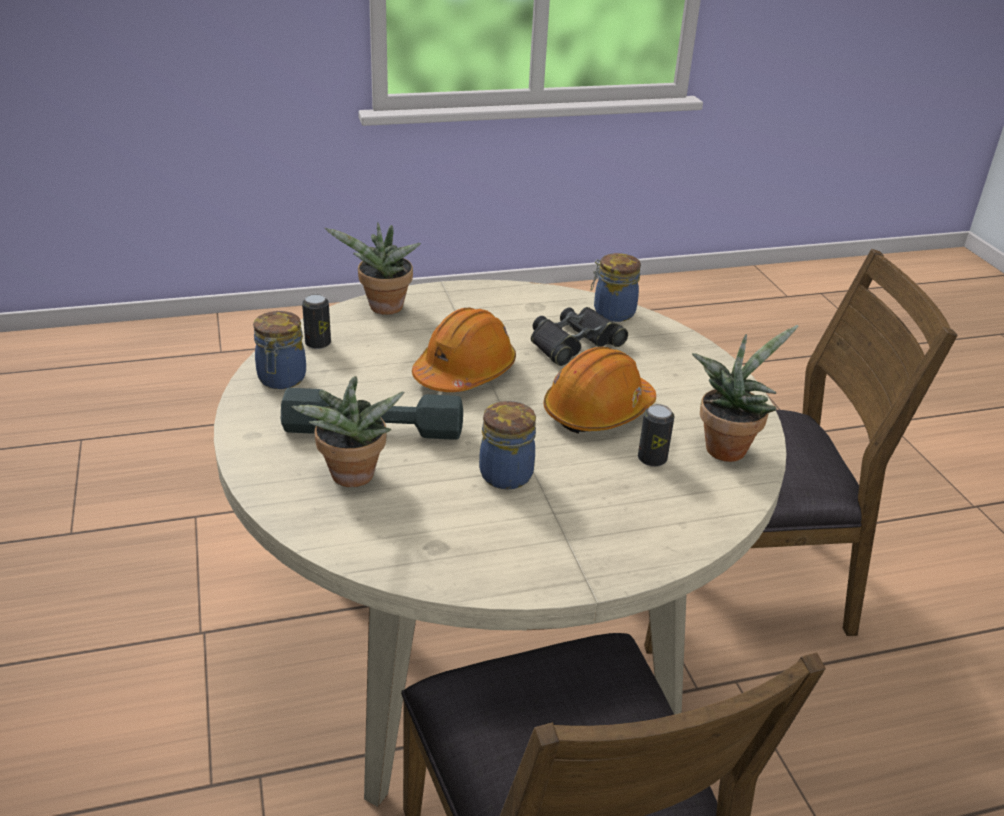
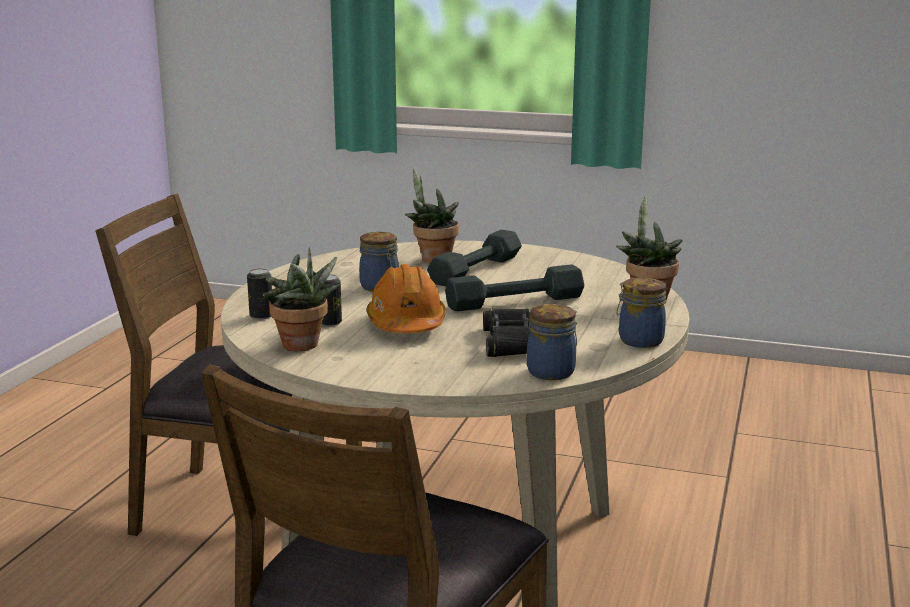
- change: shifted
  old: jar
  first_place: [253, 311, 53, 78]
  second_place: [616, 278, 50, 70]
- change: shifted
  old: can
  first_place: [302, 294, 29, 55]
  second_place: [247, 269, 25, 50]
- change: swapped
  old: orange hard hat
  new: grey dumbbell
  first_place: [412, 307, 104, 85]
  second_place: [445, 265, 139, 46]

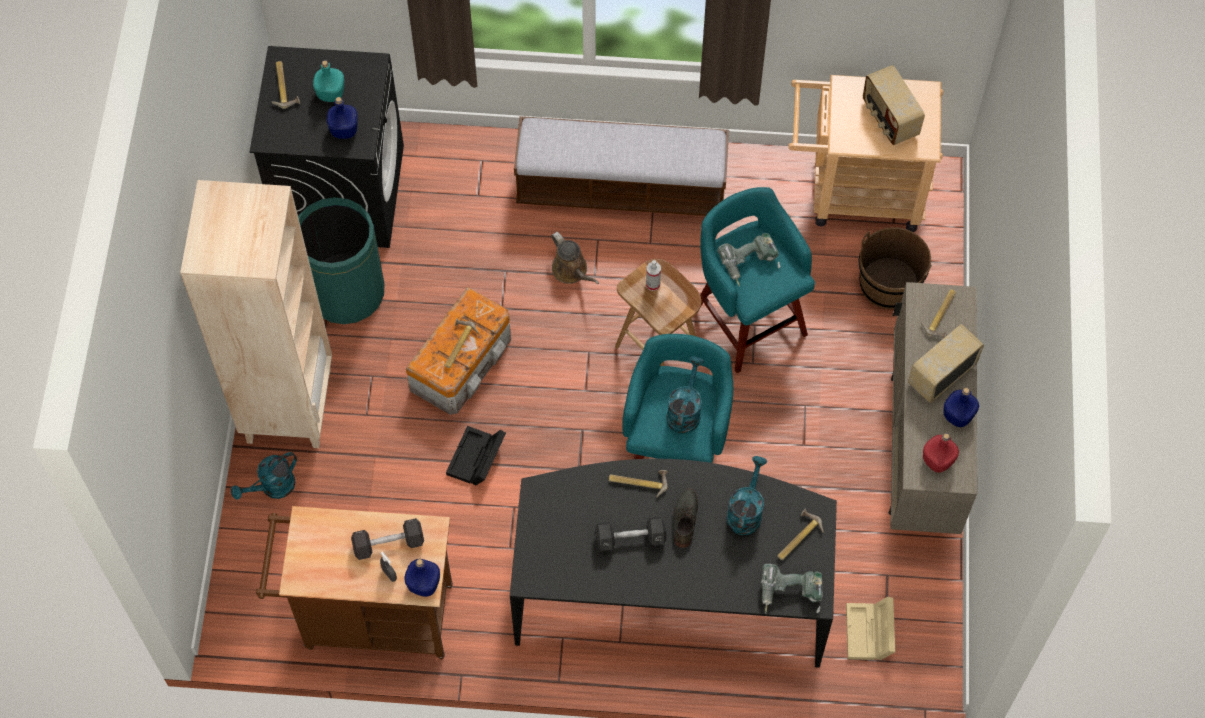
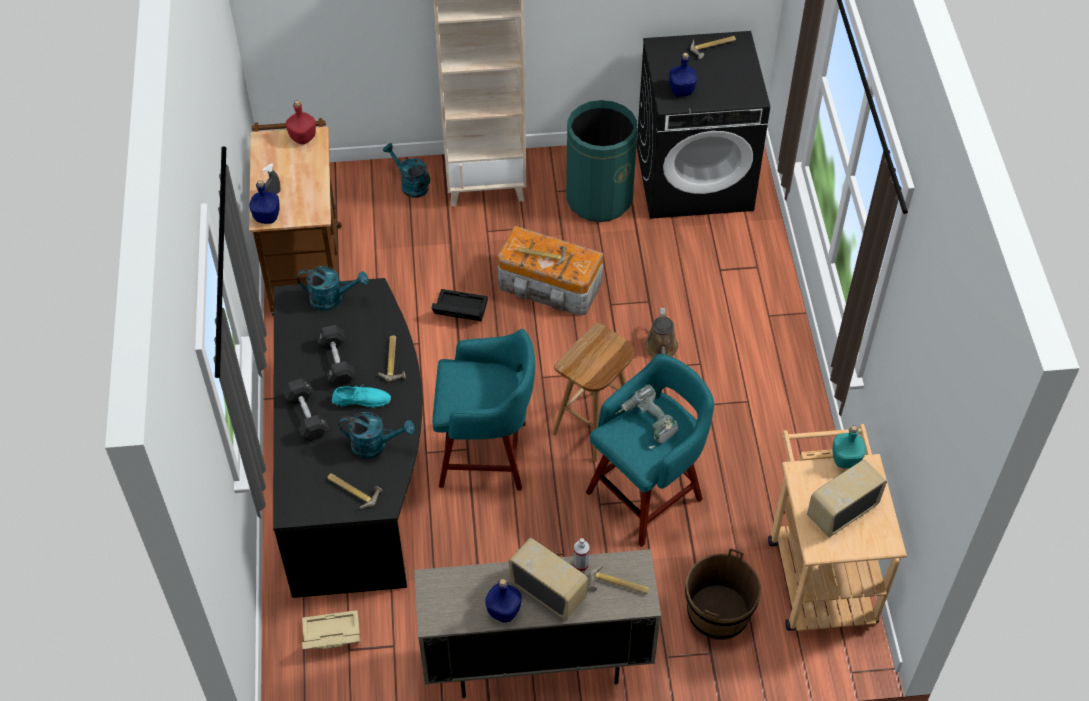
- change: shifted
  old: turquoise bottle
  first_place: [313, 60, 31, 42]
  second_place: [832, 425, 34, 43]
- change: shifted
  old: black dumbbell
  first_place: [351, 518, 73, 42]
  second_place: [283, 378, 46, 63]
- change: gone
  old: bench
  first_place: [514, 116, 215, 100]
- change: rotated
  old: brown watering can
  first_place: [551, 232, 48, 52]
  second_place: [645, 308, 33, 50]
  degrees: -45
- change: shifted
  old: spray bottle
  first_place: [646, 260, 15, 31]
  second_place: [573, 538, 17, 34]
- change: shifted
  old: turquoise watering can
  first_place: [667, 356, 37, 78]
  second_place: [297, 266, 72, 45]
- change: repainted
  old: grey shoe
  new: turquoise shoe
  first_place: [674, 488, 24, 60]
  second_place: [332, 384, 59, 24]
- change: gone
  old: power drill
  first_place: [761, 564, 61, 49]
- change: shifted
  old: red bottle
  first_place: [923, 433, 36, 40]
  second_place: [286, 100, 30, 45]

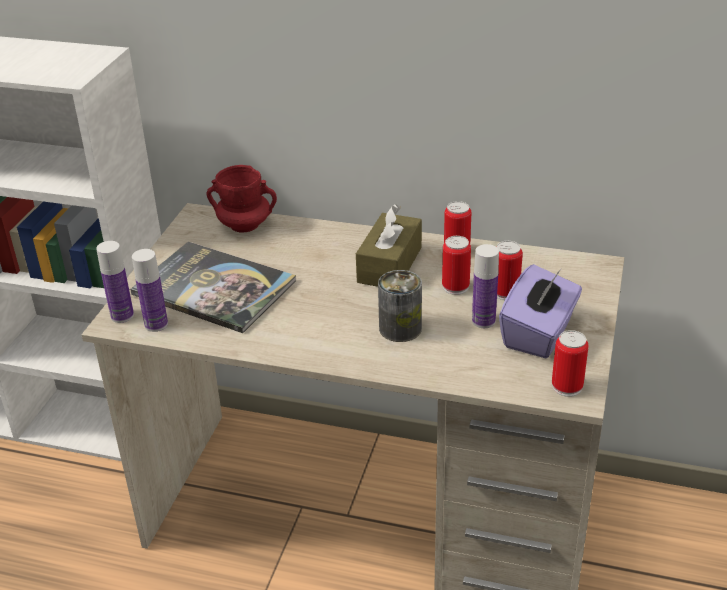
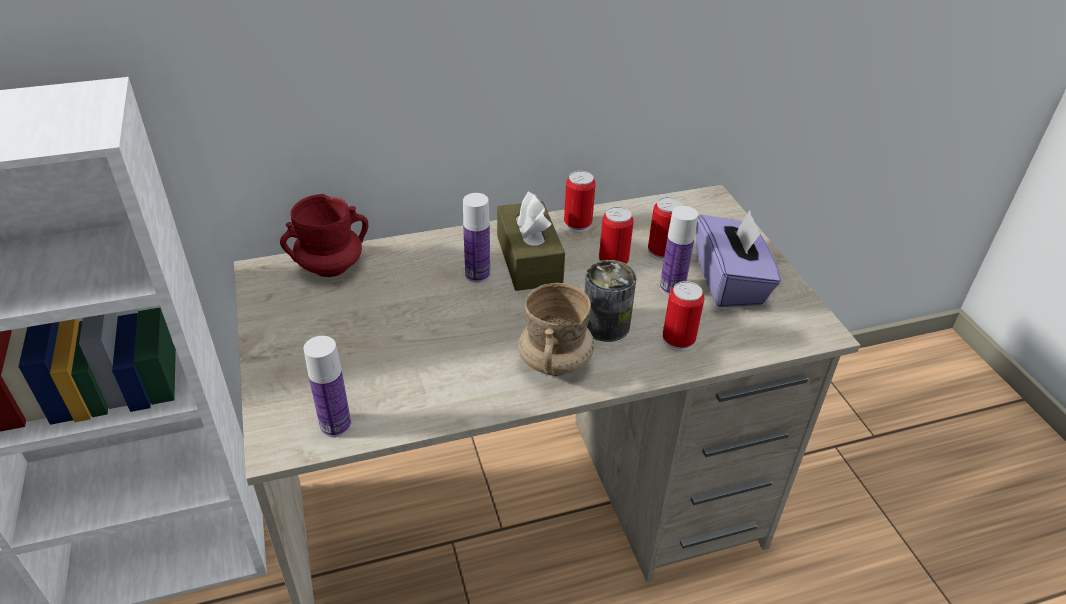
- change: shifted
  old: bottle
  first_place: [96, 241, 38, 82]
  second_place: [463, 193, 27, 90]
- change: gone
  old: book
  first_place: [130, 242, 166, 91]
- change: shifted
  old: can
  first_place: [552, 330, 37, 67]
  second_place: [663, 281, 41, 70]
- change: new
  new: beige mug
  second_place: [518, 283, 77, 93]

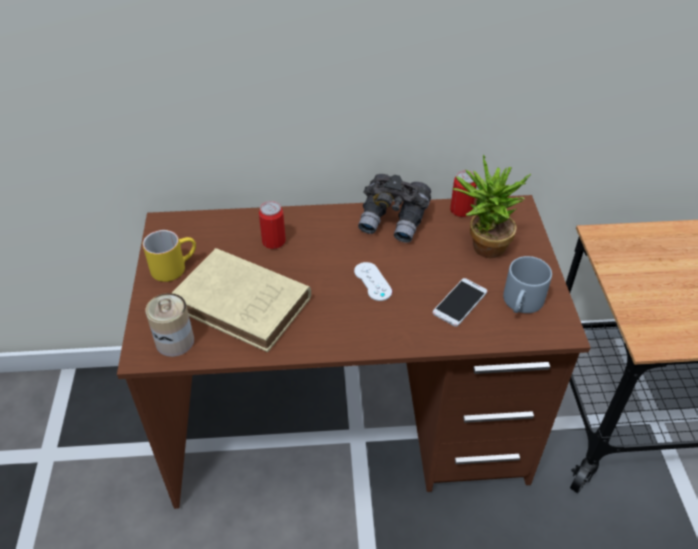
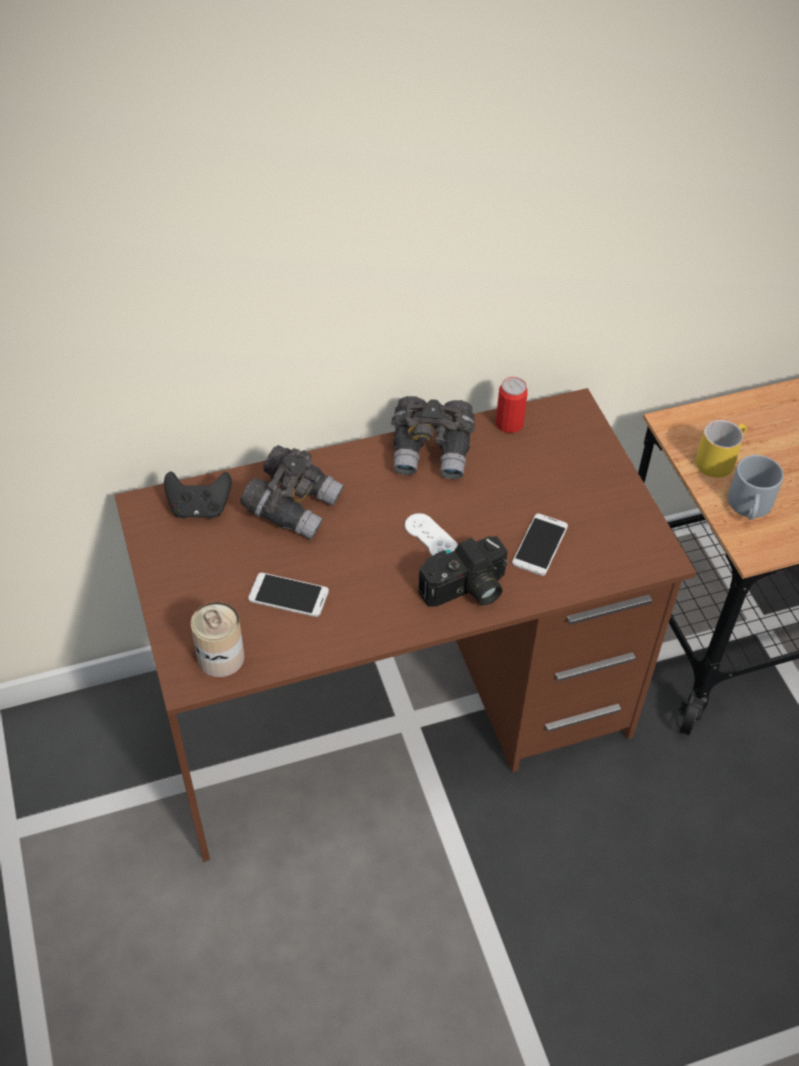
- change: shifted
  old: yellow mug
  first_place: [143, 230, 53, 52]
  second_place: [695, 420, 52, 58]
- change: swapped
  old: beige book
  new: phone
  first_place: [172, 248, 139, 104]
  second_place: [248, 573, 81, 44]
- change: swapped
  old: can
  new: grey binoculars
  first_place: [259, 201, 27, 48]
  second_place: [240, 445, 104, 95]
- change: gone
  old: potted plant
  first_place: [452, 155, 79, 103]
- change: shifted
  old: grey mug
  first_place: [503, 256, 49, 57]
  second_place: [728, 455, 56, 65]
- change: new
  new: black game controller
  second_place: [164, 471, 68, 48]
- change: new
  new: photo camera
  second_place: [418, 536, 90, 71]

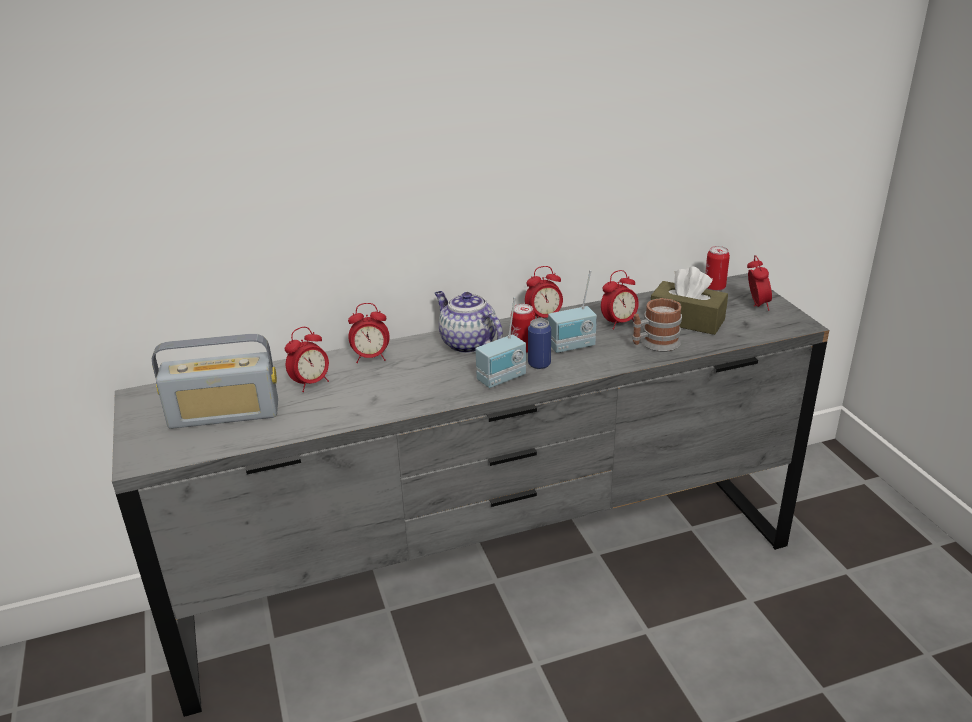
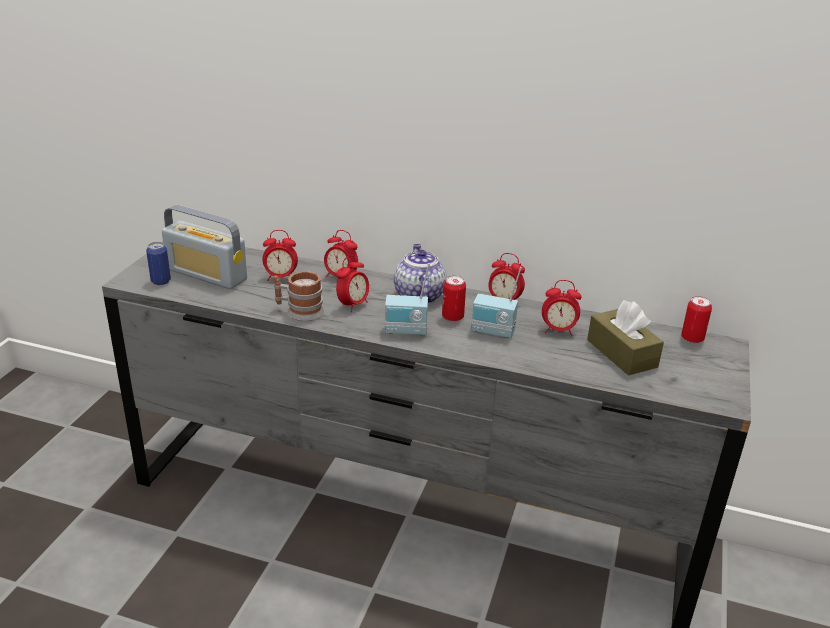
- change: shifted
  old: can
  first_place: [528, 318, 23, 51]
  second_place: [146, 242, 25, 43]
- change: shifted
  old: mug
  first_place: [632, 298, 50, 54]
  second_place: [273, 271, 51, 50]
- change: shifted
  old: alarm clock
  first_place: [747, 255, 25, 56]
  second_place: [336, 255, 33, 57]

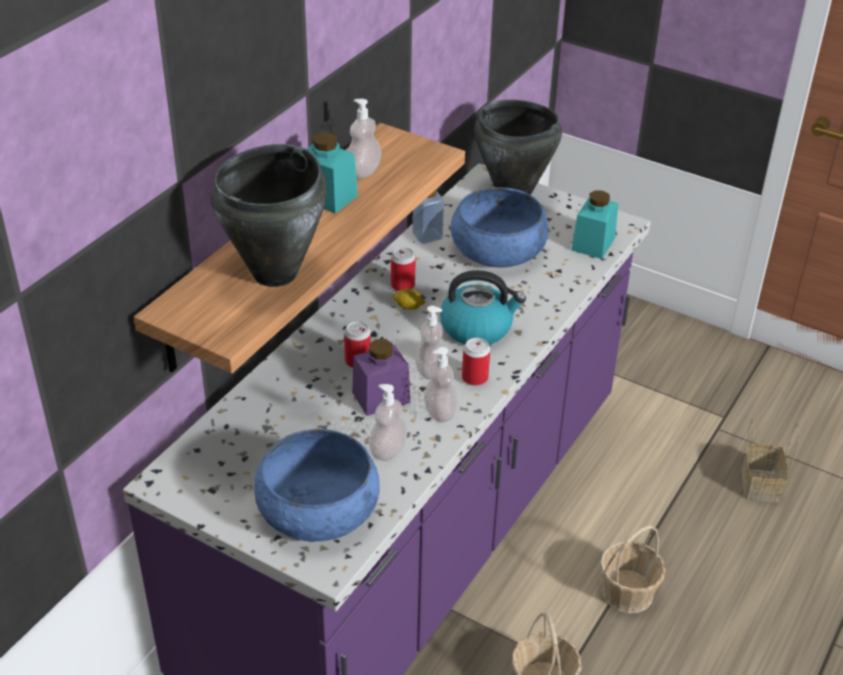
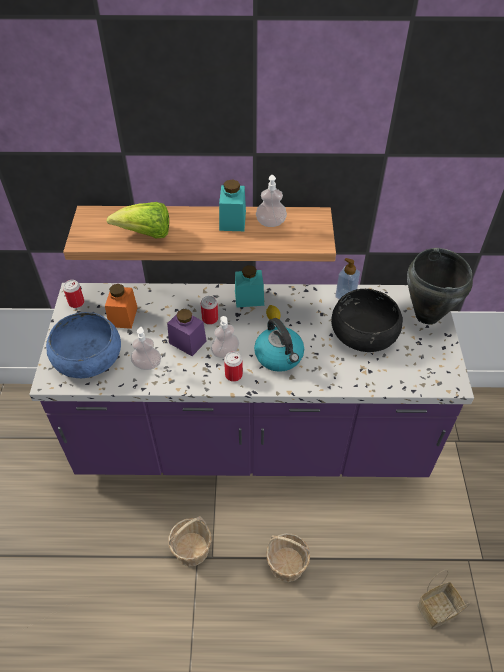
- change: swapped
  old: black cooking pot
  new: lettuce
  first_place: [211, 144, 116, 143]
  second_place: [106, 202, 63, 36]
- change: shifted
  old: can
  first_place: [391, 247, 25, 44]
  second_place: [63, 280, 21, 28]
- change: gone
  old: soap dispenser
  first_place: [424, 347, 34, 75]
- change: repainted
  old: blue bowl
  new: black bowl
  first_place: [451, 187, 97, 80]
  second_place: [331, 289, 72, 63]
- change: shifted
  old: turquoise jar
  first_place: [571, 190, 47, 69]
  second_place: [235, 265, 29, 43]
- change: new
  new: orange jar
  second_place: [105, 284, 33, 45]

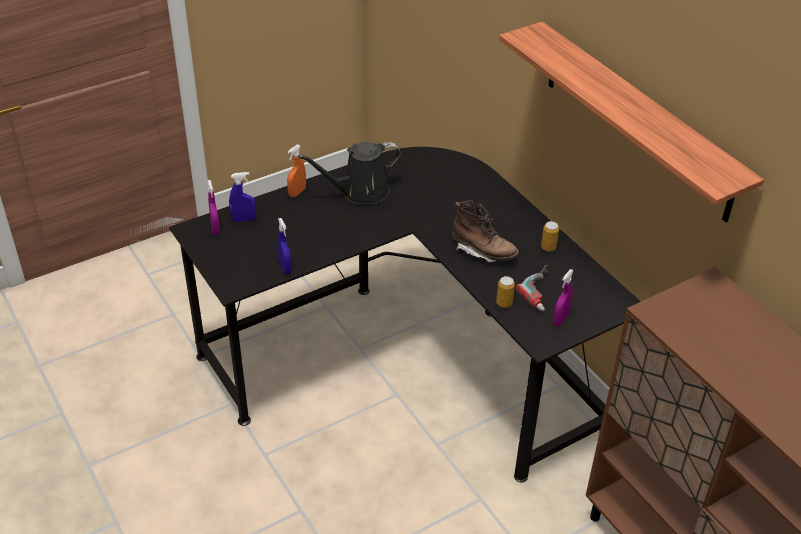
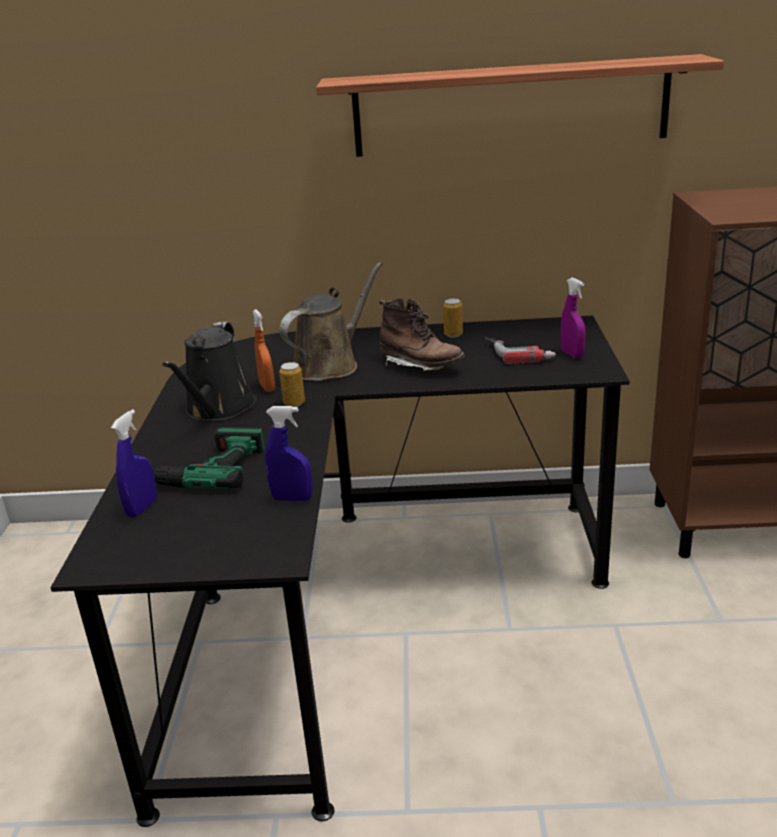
- change: gone
  old: purple spray bottle
  first_place: [208, 180, 12, 55]
- change: shifted
  old: orange spray bottle
  first_place: [287, 145, 19, 53]
  second_place: [253, 309, 22, 83]
- change: rotated
  old: brown boot
  first_place: [452, 200, 67, 62]
  second_place: [379, 298, 86, 73]
  degrees: 60
- change: shifted
  old: can
  first_place: [496, 276, 19, 32]
  second_place: [279, 362, 26, 45]
- change: new
  new: power drill
  second_place: [153, 427, 112, 62]
- change: new
  new: brown watering can
  second_place: [280, 262, 103, 119]

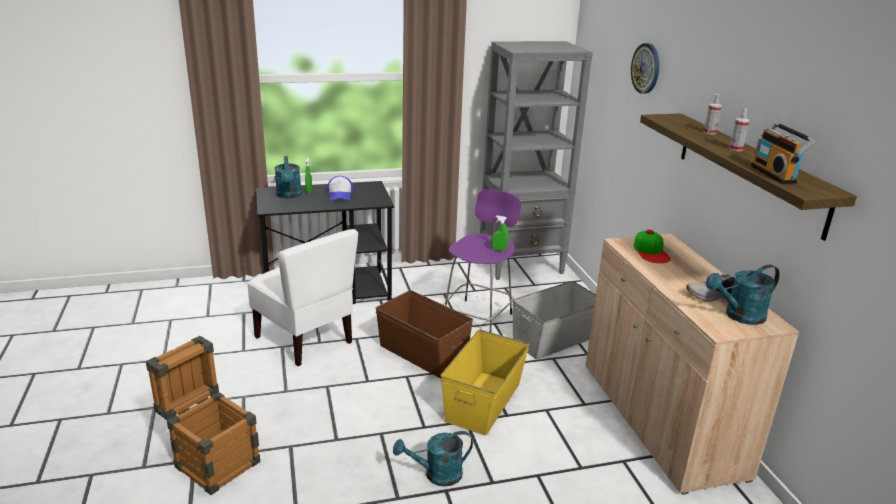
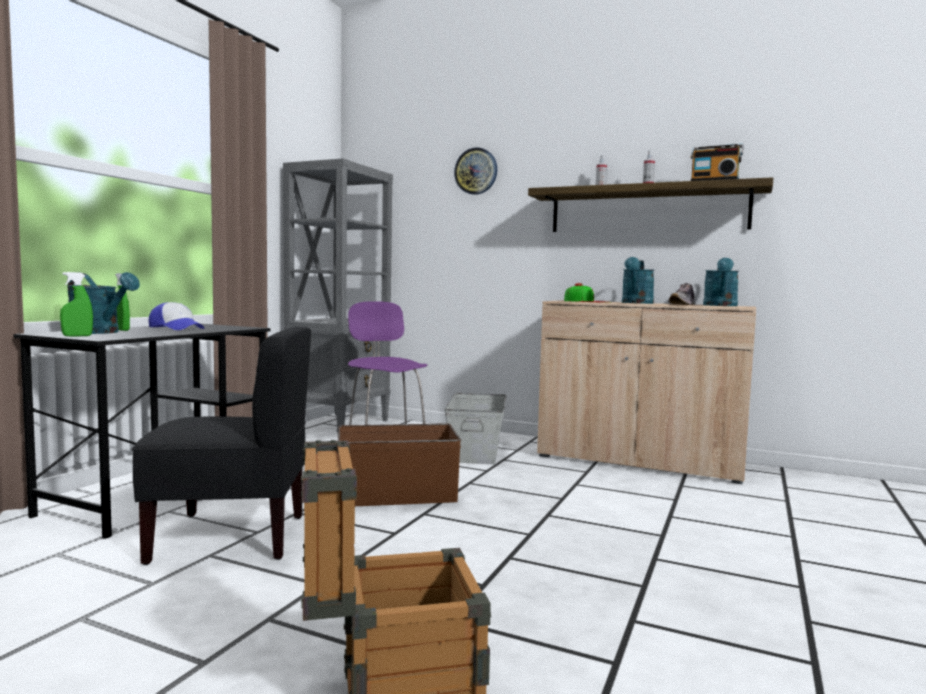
- change: repainted
  old: white chair
  new: black chair
  first_place: [247, 229, 111, 137]
  second_place: [132, 326, 179, 239]
- change: shifted
  old: turquoise watering can
  first_place: [393, 431, 80, 56]
  second_place: [622, 257, 32, 47]
- change: gone
  old: yellow storage box
  first_place: [440, 330, 90, 105]
- change: shifted
  old: green spray bottle
  first_place: [492, 216, 16, 35]
  second_place: [60, 272, 33, 65]

